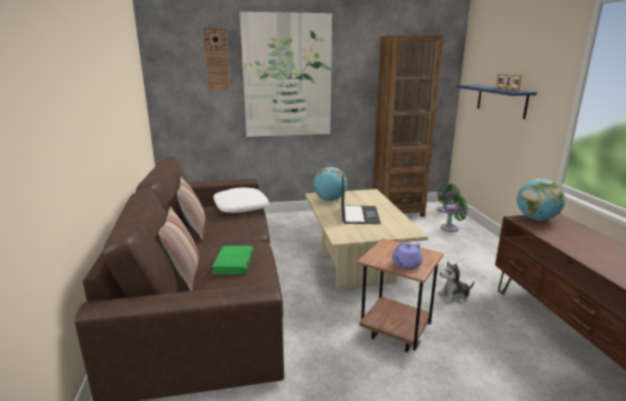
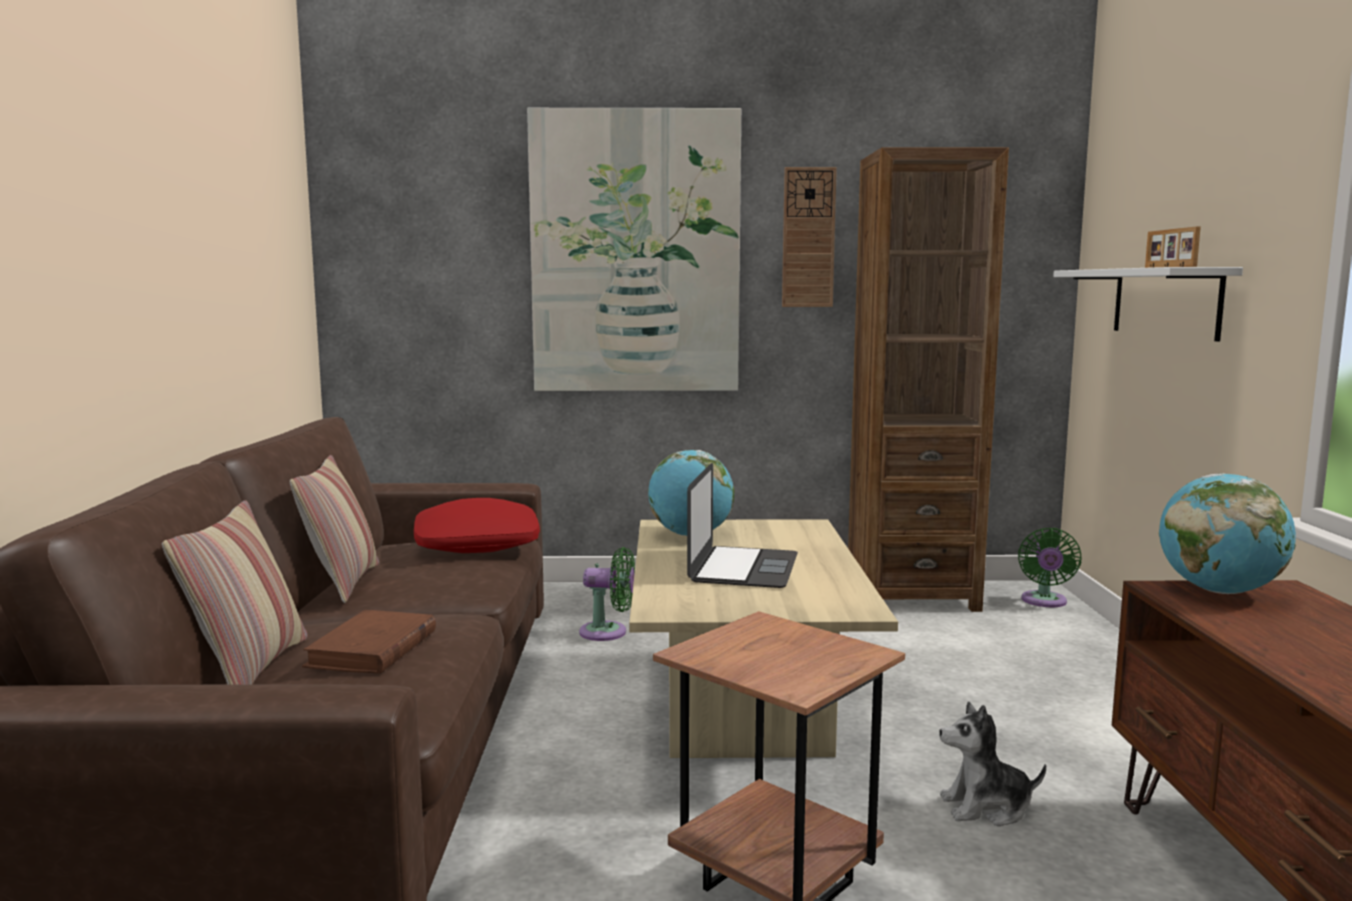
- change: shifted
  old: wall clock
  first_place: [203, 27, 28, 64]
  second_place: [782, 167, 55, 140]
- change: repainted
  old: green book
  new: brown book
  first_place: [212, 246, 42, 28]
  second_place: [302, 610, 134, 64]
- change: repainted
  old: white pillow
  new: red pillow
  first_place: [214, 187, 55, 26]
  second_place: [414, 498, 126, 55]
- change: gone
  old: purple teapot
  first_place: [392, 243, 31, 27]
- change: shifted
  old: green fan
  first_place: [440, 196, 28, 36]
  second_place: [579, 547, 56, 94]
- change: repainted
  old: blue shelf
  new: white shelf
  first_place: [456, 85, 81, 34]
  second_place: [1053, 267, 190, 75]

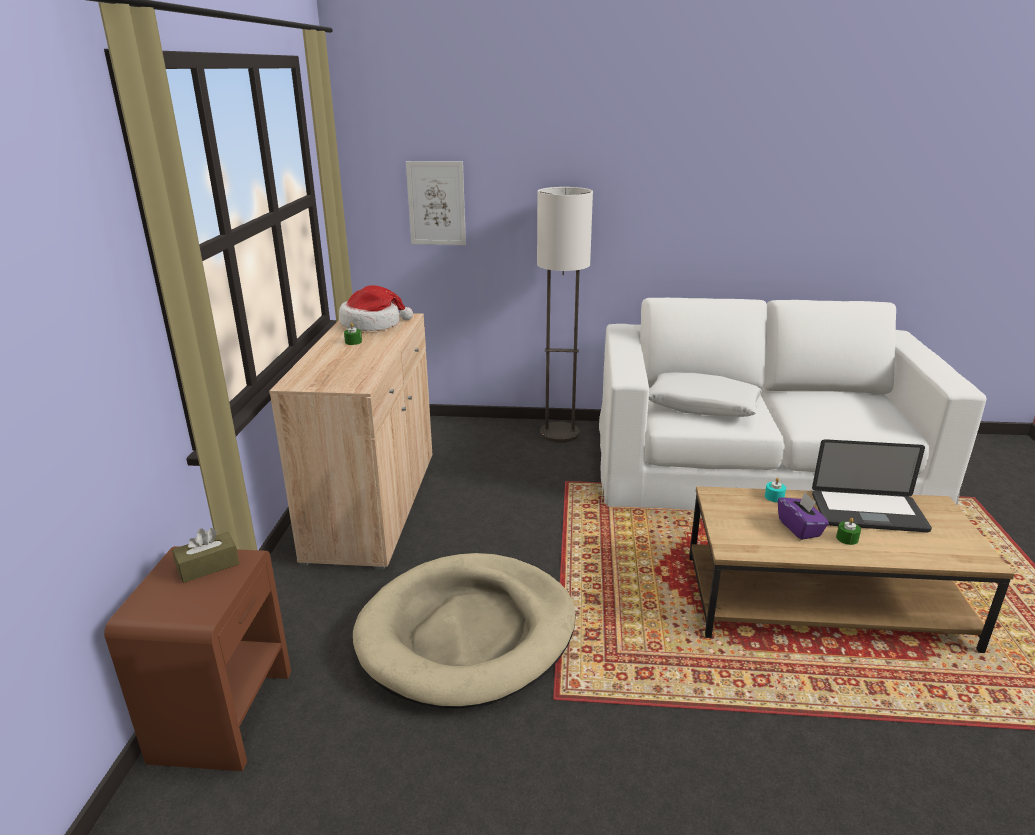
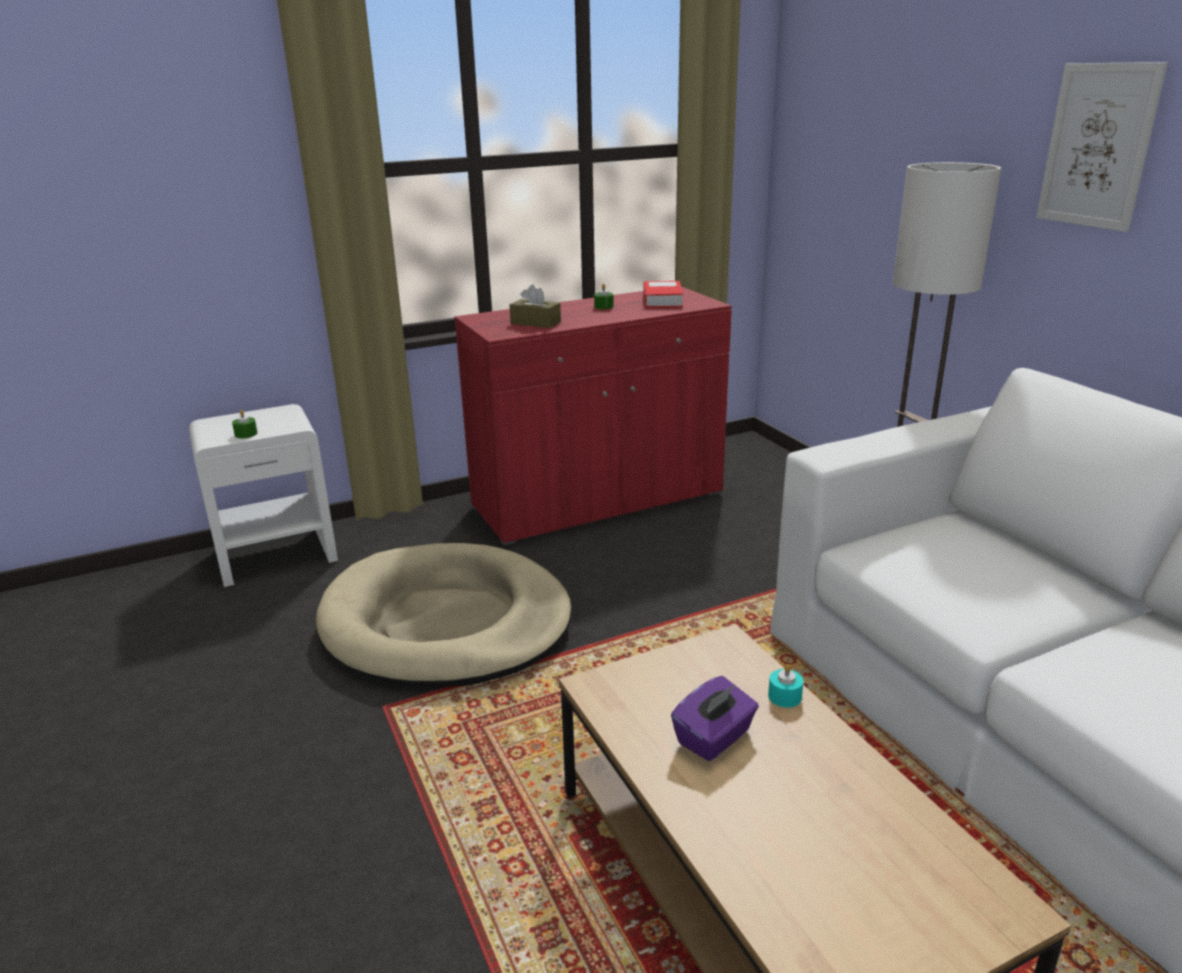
- change: repainted
  old: brown nightstand
  new: white nightstand
  first_place: [104, 546, 187, 225]
  second_place: [189, 404, 149, 183]
- change: shifted
  old: brown tissue box
  first_place: [172, 528, 67, 55]
  second_place: [509, 285, 52, 43]
- change: repainted
  old: beige cabinet
  new: red cabinet
  first_place: [269, 313, 163, 257]
  second_place: [454, 287, 278, 258]
- change: swapped
  old: hat
  new: book
  first_place: [339, 285, 74, 46]
  second_place: [643, 281, 40, 26]
- change: shifted
  old: picture
  first_place: [406, 161, 60, 84]
  second_place: [1036, 62, 132, 170]
- change: gone
  old: white pillow
  first_place: [649, 372, 113, 45]
- change: gone
  old: laptop
  first_place: [812, 439, 120, 93]
- change: shifted
  old: green candle
  first_place: [836, 518, 25, 27]
  second_place: [232, 410, 26, 28]

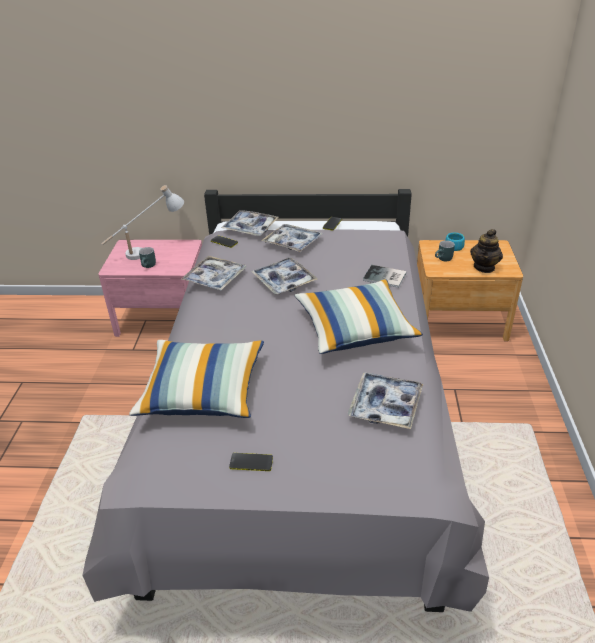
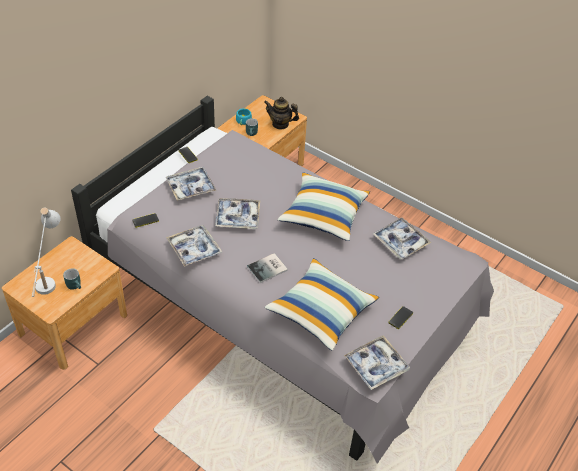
- change: repainted
  old: pink nightstand
  new: brown nightstand
  first_place: [98, 240, 104, 97]
  second_place: [2, 236, 125, 134]
- change: shifted
  old: tray
  first_place: [221, 210, 58, 26]
  second_place: [344, 335, 66, 55]
- change: shifted
  old: book
  first_place: [363, 265, 44, 23]
  second_place: [247, 253, 41, 30]
- change: rotated
  old: teapot
  first_place: [470, 229, 33, 44]
  second_place: [264, 97, 35, 33]
  degrees: 135

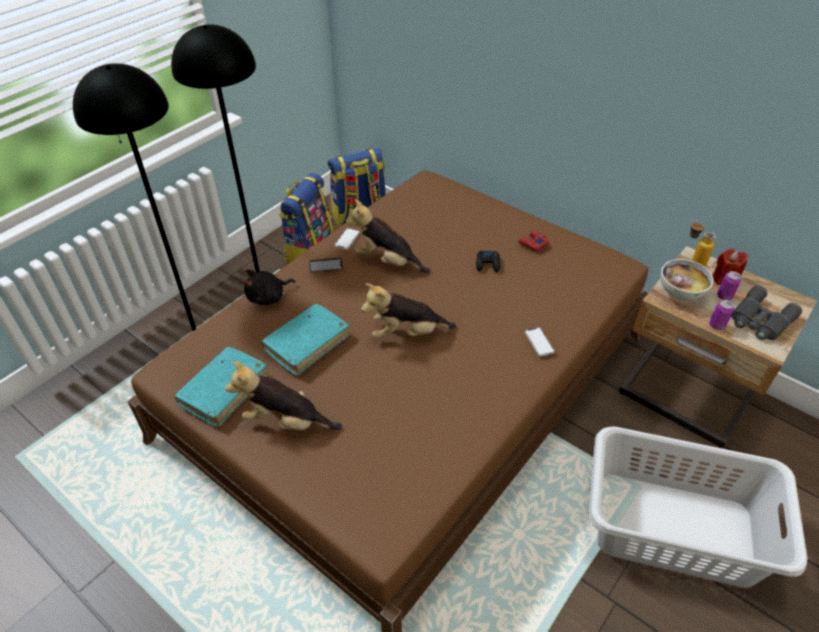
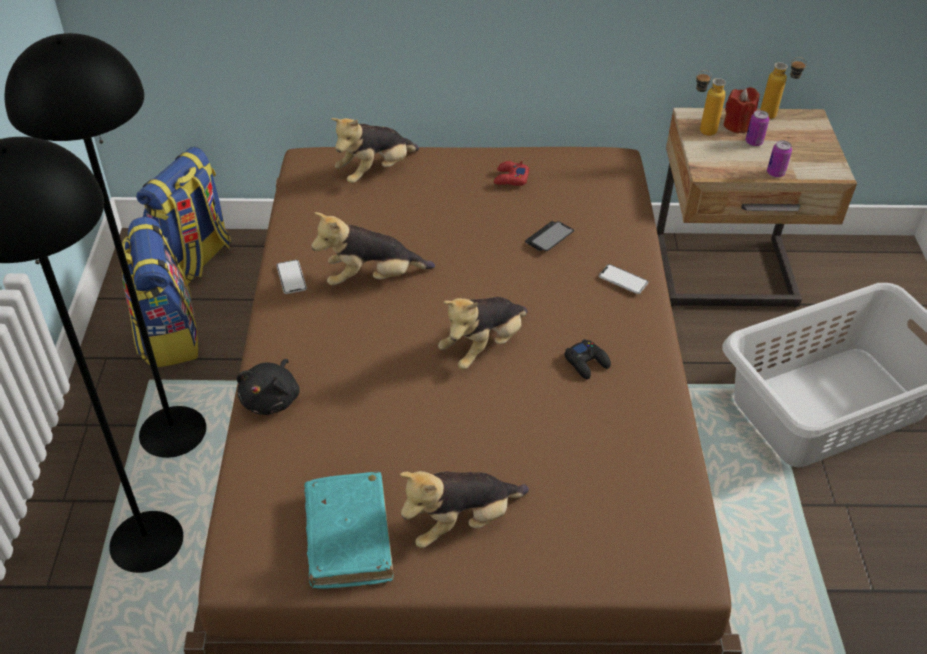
- change: gone
  old: turquoise book
  first_place: [261, 304, 88, 71]
- change: shifted
  old: phone
  first_place: [309, 258, 34, 14]
  second_place: [525, 221, 49, 30]
- change: shifted
  old: black game controller
  first_place: [476, 250, 25, 22]
  second_place: [565, 339, 46, 40]
- change: gone
  old: bowl
  first_place: [661, 259, 53, 41]
- change: gone
  old: grey binoculars
  first_place: [731, 285, 71, 55]
- change: new
  new: plush toy
  second_place: [331, 118, 88, 65]
- change: new
  new: bottle
  second_place: [760, 57, 47, 62]

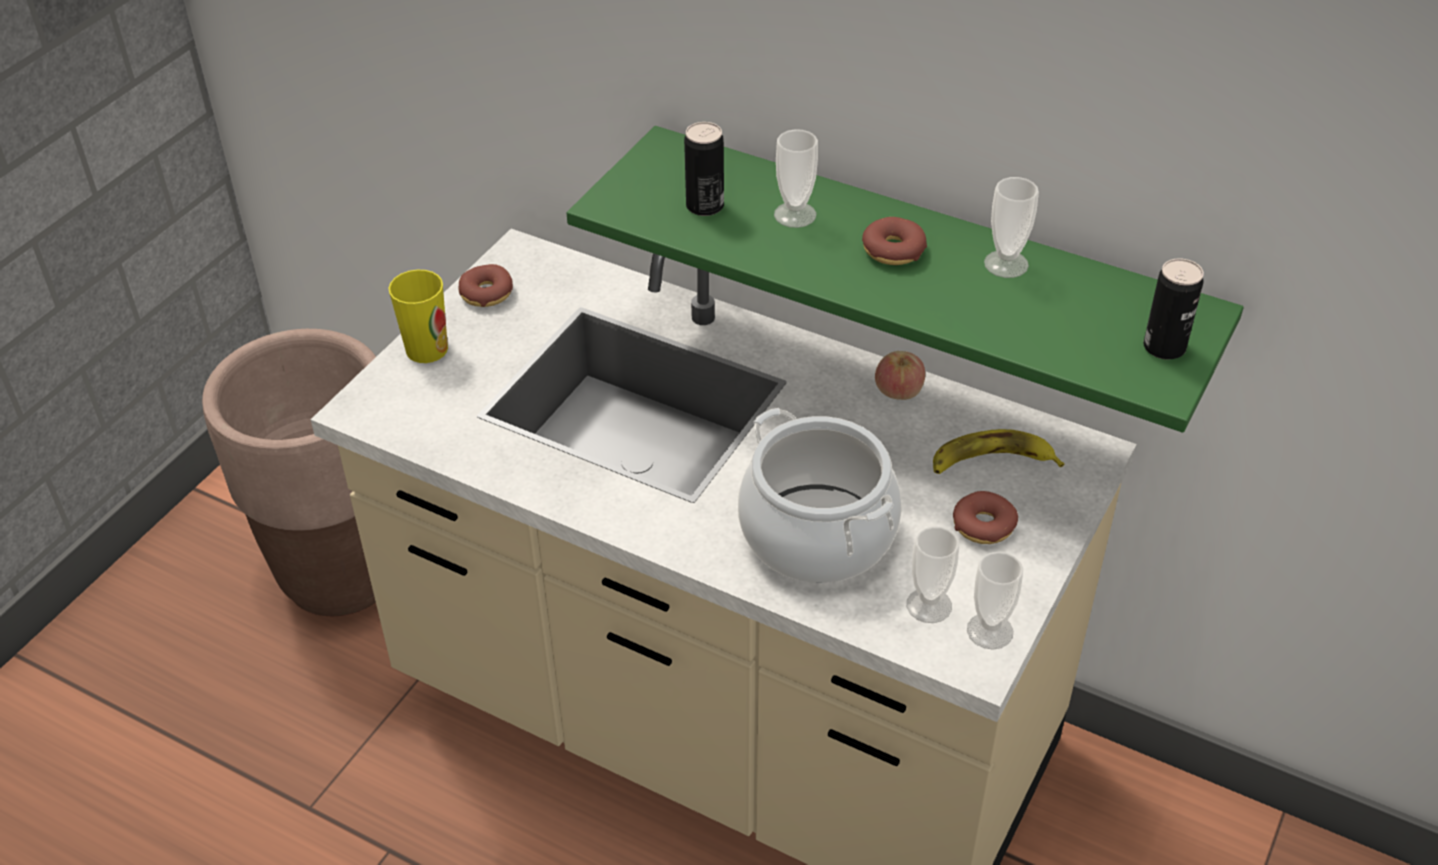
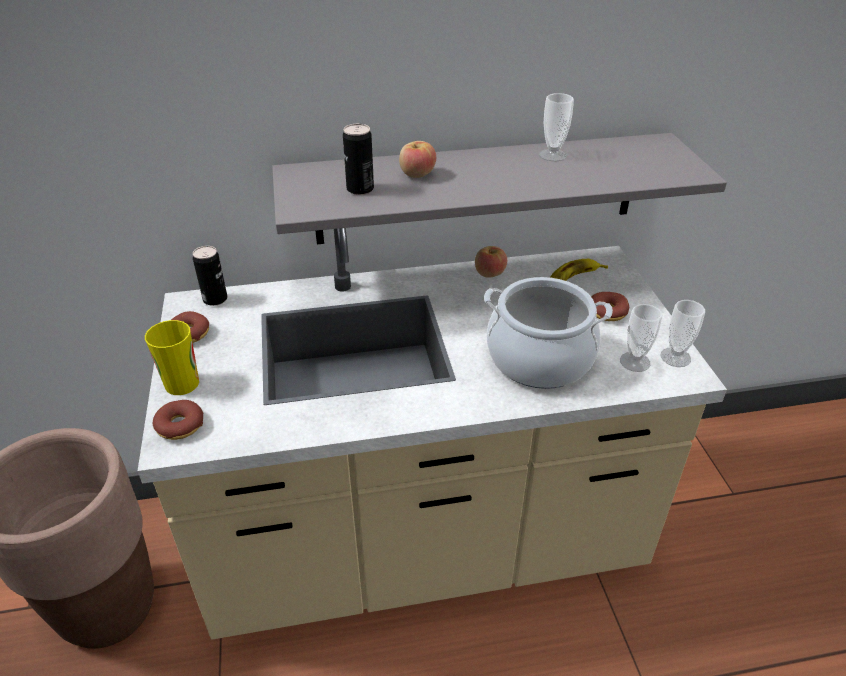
- change: repainted
  old: green shelf
  new: grey shelf
  first_place: [567, 126, 677, 307]
  second_place: [272, 133, 455, 111]
- change: swapped
  old: cup
  new: apple
  first_place: [774, 129, 44, 99]
  second_place: [399, 141, 37, 37]
- change: shifted
  old: donut
  first_place: [862, 217, 65, 48]
  second_place: [153, 400, 50, 40]
- change: shifted
  old: can
  first_place: [1143, 258, 61, 102]
  second_place: [193, 246, 34, 60]

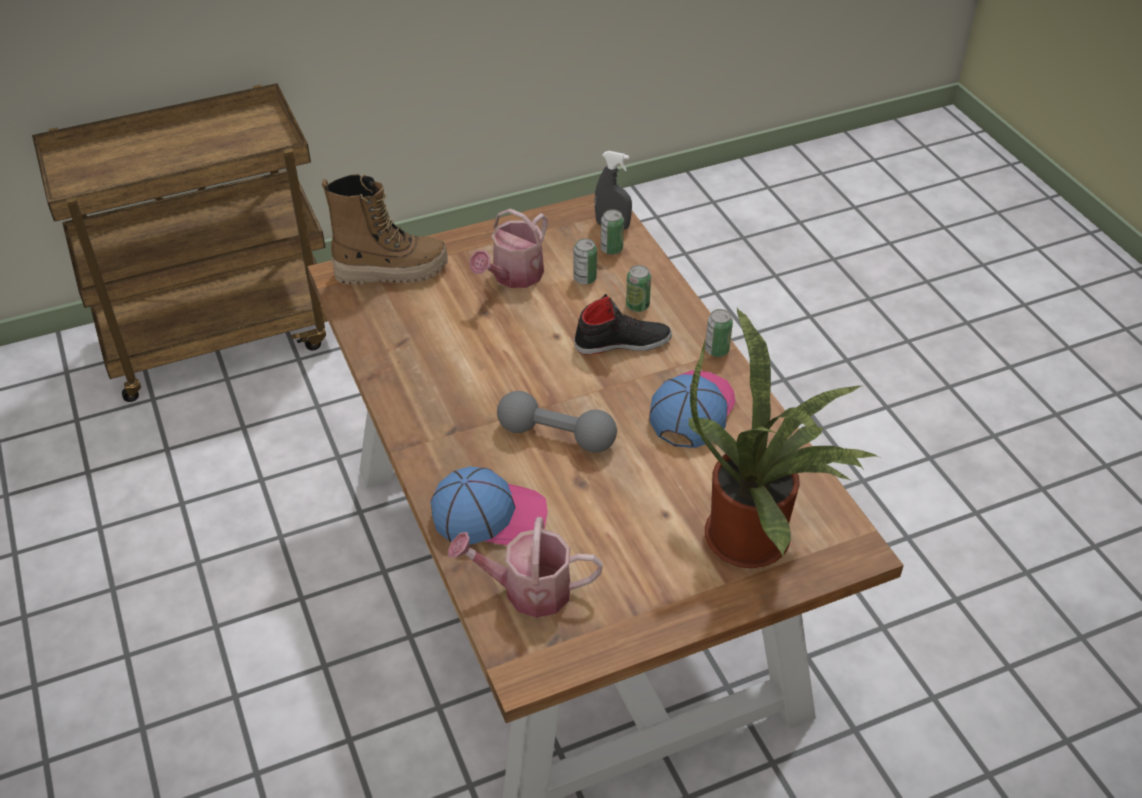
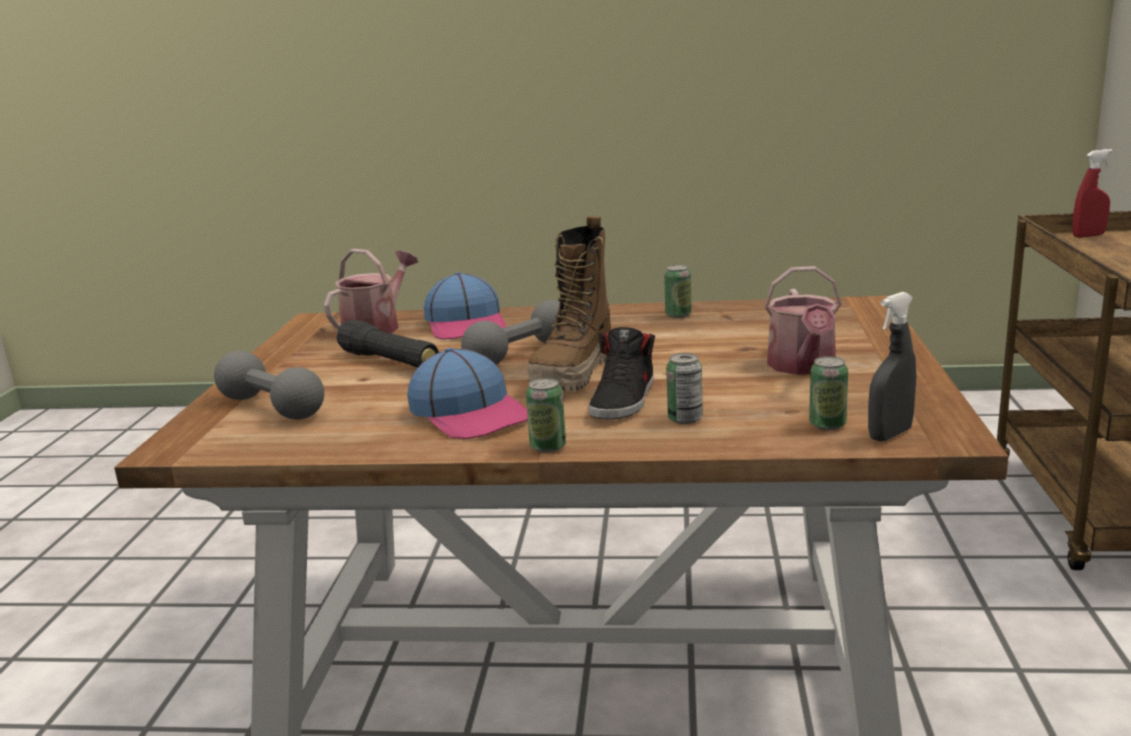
- change: shifted
  old: boot
  first_place: [322, 174, 126, 111]
  second_place: [527, 216, 84, 176]
- change: rotated
  old: cap
  first_place: [431, 467, 117, 78]
  second_place: [424, 272, 82, 68]
  degrees: -45
- change: rotated
  old: watering can
  first_place: [470, 208, 78, 80]
  second_place: [764, 266, 78, 109]
  degrees: -150
- change: shifted
  old: can
  first_place: [573, 238, 24, 46]
  second_place: [664, 265, 27, 53]
- change: swapped
  old: potted plant
  new: grey dumbbell
  first_place: [688, 307, 190, 261]
  second_place: [214, 351, 110, 69]
- change: new
  new: black flashlight
  second_place: [337, 319, 102, 49]
- change: new
  new: red spray bottle
  second_place: [1073, 149, 40, 89]

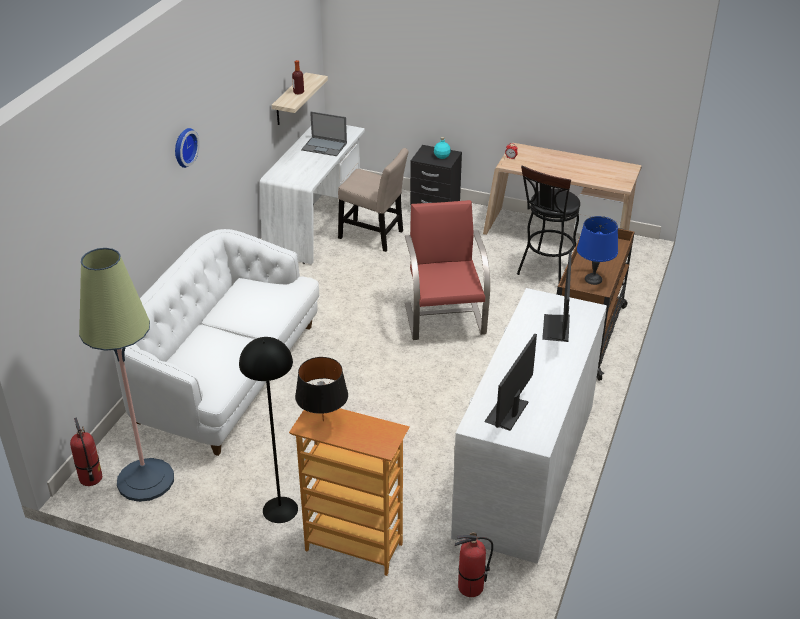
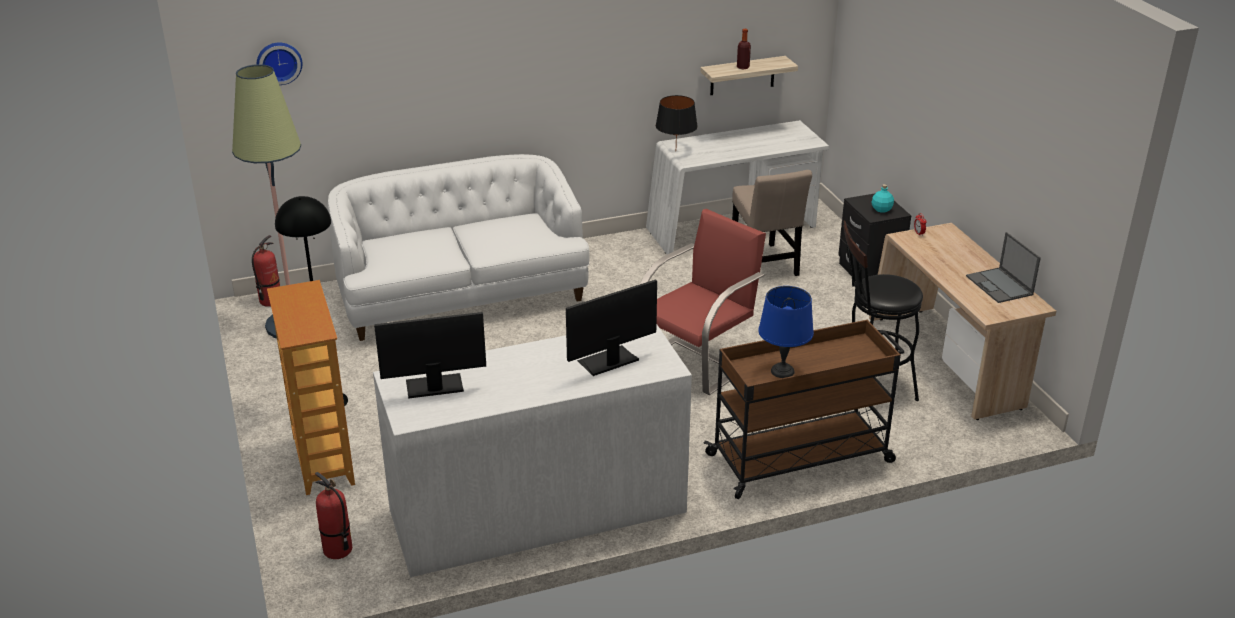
- change: shifted
  old: wall clock
  first_place: [175, 128, 25, 40]
  second_place: [257, 43, 45, 42]
- change: shifted
  old: black table lamp
  first_place: [295, 357, 53, 65]
  second_place: [656, 95, 42, 48]
- change: shifted
  old: laptop
  first_place: [301, 112, 46, 44]
  second_place: [966, 232, 75, 71]

